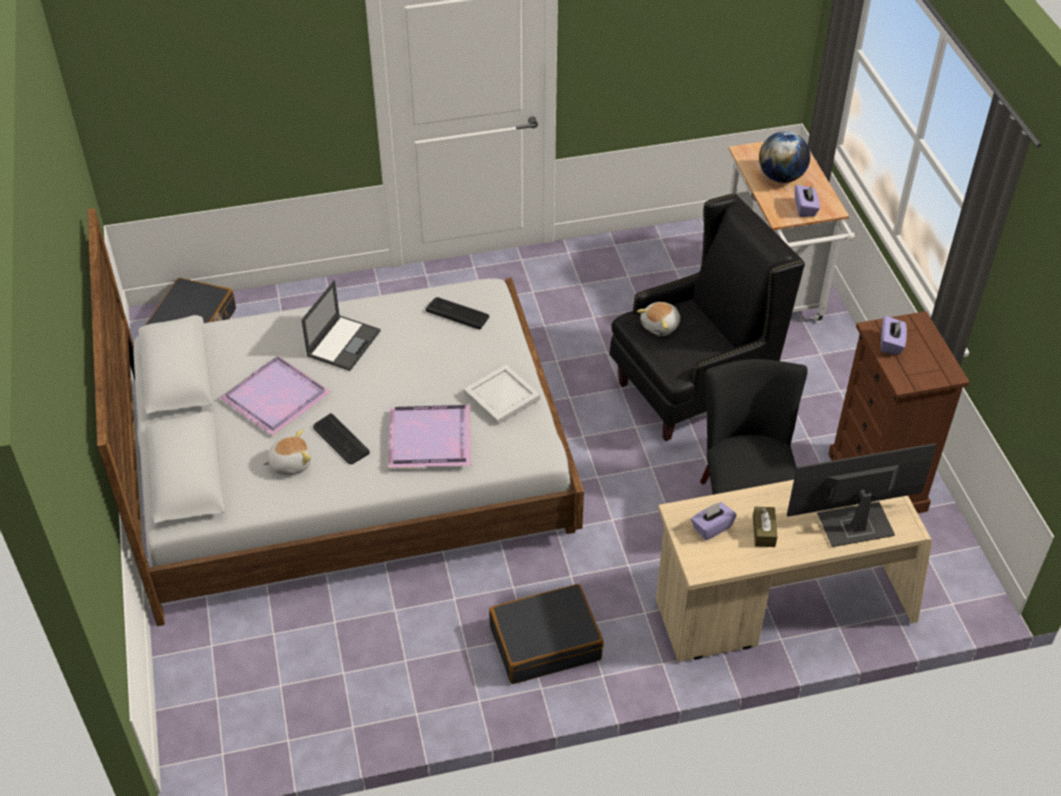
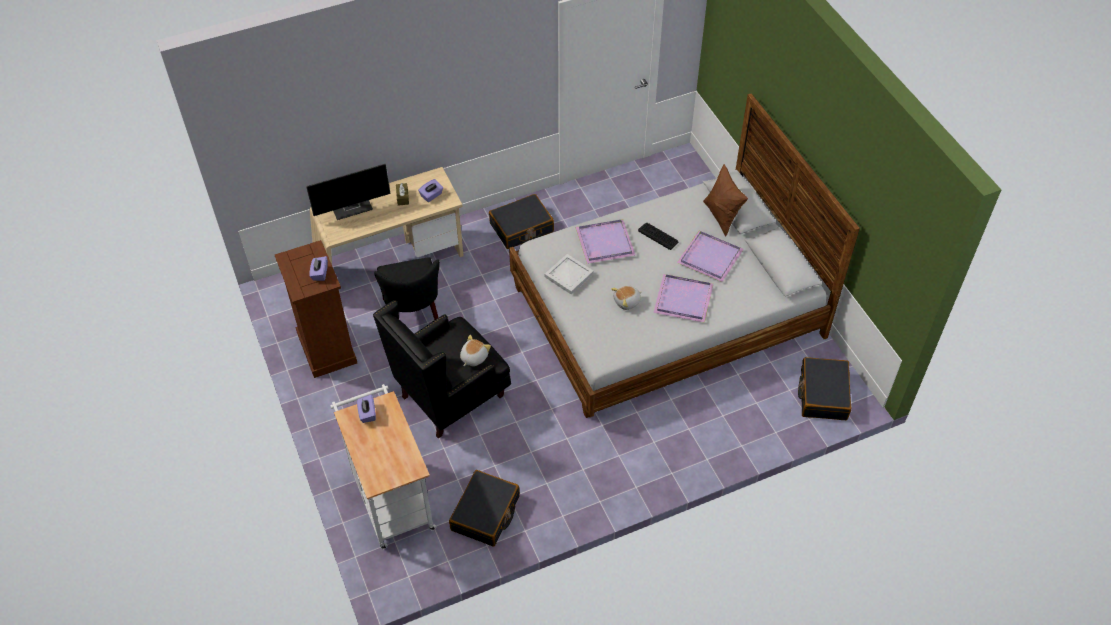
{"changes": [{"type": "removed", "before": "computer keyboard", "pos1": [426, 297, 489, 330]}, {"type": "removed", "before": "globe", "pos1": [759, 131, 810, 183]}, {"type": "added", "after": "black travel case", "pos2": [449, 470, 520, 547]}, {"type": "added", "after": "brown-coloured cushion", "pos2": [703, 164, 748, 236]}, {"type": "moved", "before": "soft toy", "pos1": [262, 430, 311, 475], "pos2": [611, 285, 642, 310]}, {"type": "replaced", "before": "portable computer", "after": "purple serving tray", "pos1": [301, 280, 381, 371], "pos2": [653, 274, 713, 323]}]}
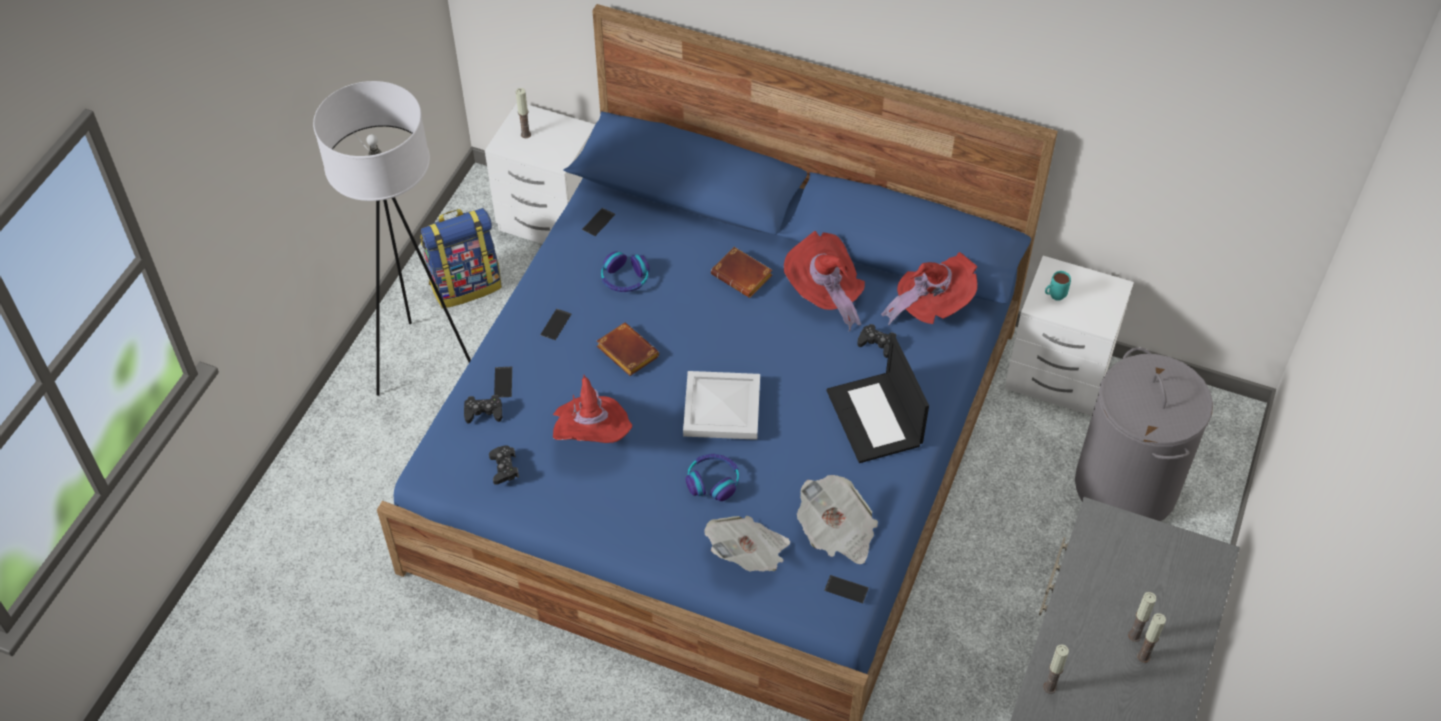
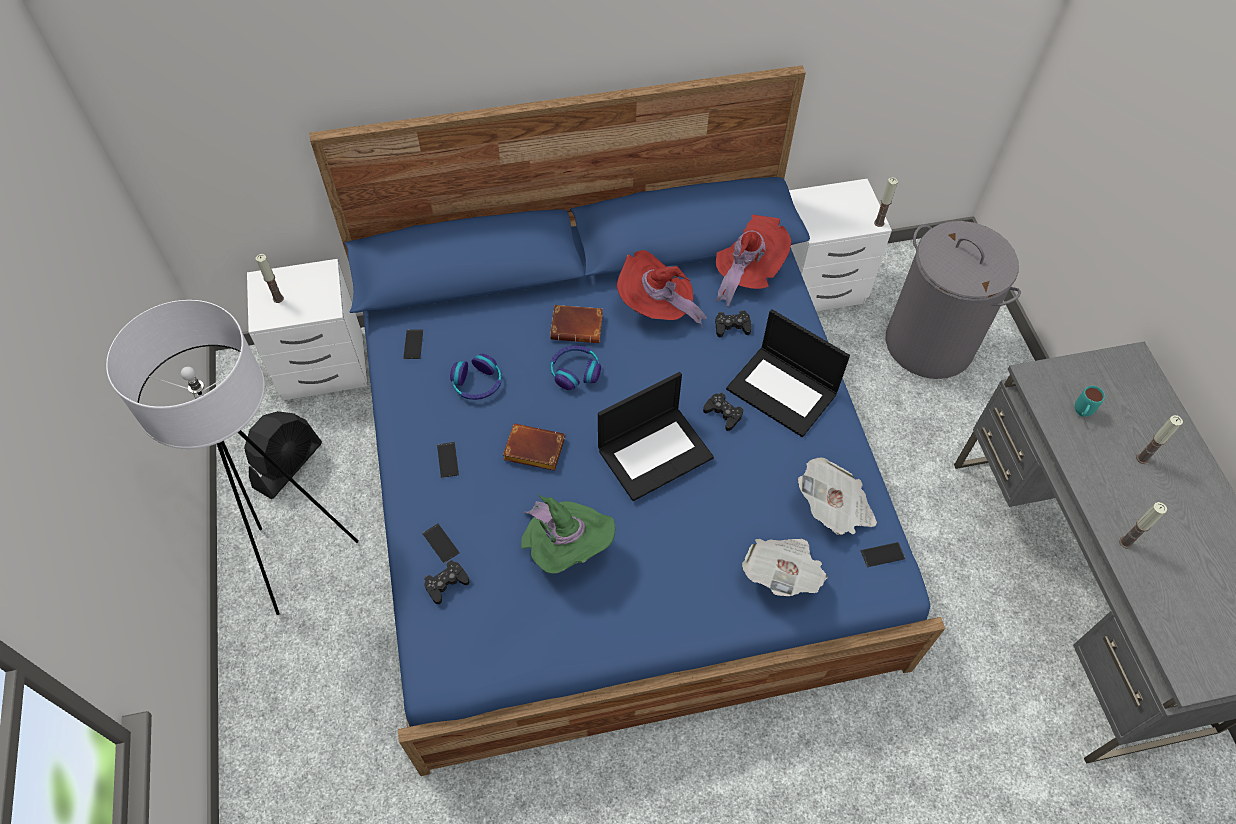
{"changes": [{"type": "moved", "before": "black gamepad", "pos1": [489, 445, 519, 485], "pos2": [703, 393, 743, 431]}, {"type": "moved", "before": "headset", "pos1": [686, 454, 739, 501], "pos2": [551, 346, 601, 390]}, {"type": "moved", "before": "turquoise tea mug", "pos1": [1045, 271, 1071, 301], "pos2": [1075, 386, 1105, 417]}, {"type": "moved", "before": "wax candle", "pos1": [1137, 613, 1166, 663], "pos2": [874, 177, 898, 227]}, {"type": "replaced", "before": "knapsack", "after": "black electric fan", "pos1": [420, 208, 502, 308], "pos2": [244, 411, 322, 499]}, {"type": "replaced", "before": "white-coloured serving tray", "after": "portable computer", "pos1": [683, 371, 760, 440], "pos2": [598, 372, 714, 501]}, {"type": "recoloured", "before": "red-coloured clothing hat", "after": "green-coloured clothing hat", "pos1": [553, 375, 632, 443], "pos2": [521, 495, 615, 574]}]}
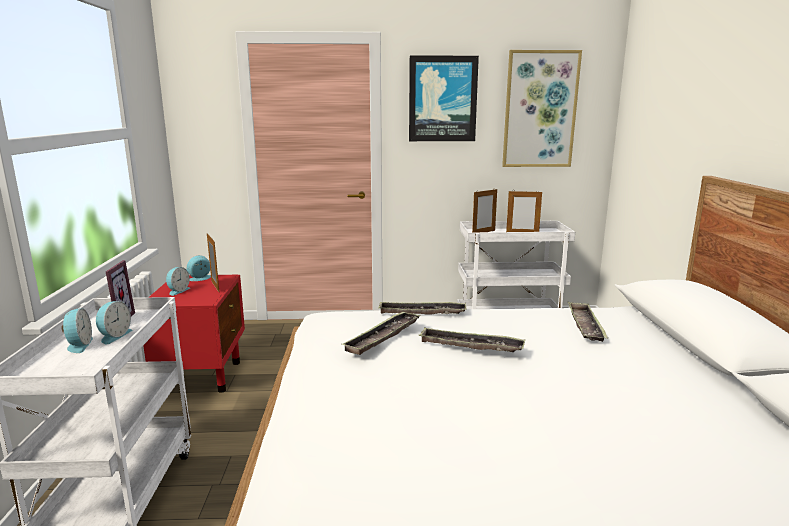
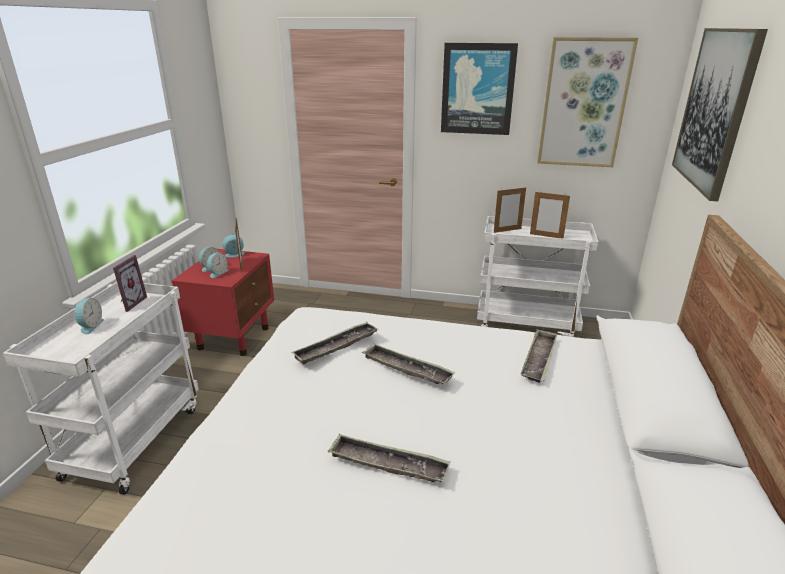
{"changes": [{"type": "added", "after": "wall picture", "pos2": [672, 28, 768, 201]}, {"type": "moved", "before": "bedside clock", "pos1": [96, 301, 133, 344], "pos2": [207, 253, 229, 278]}, {"type": "moved", "before": "serving tray", "pos1": [378, 301, 467, 315], "pos2": [328, 434, 451, 482]}]}
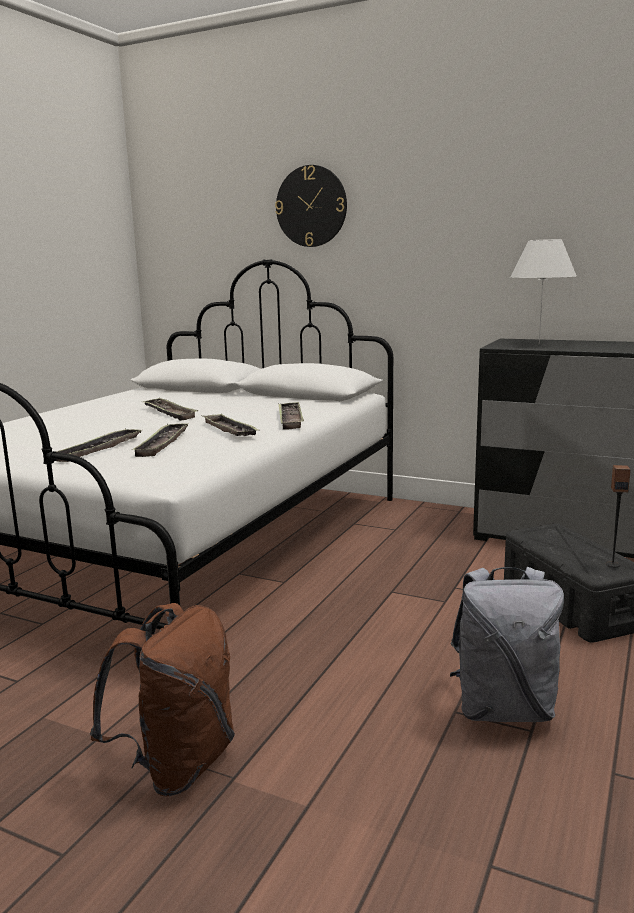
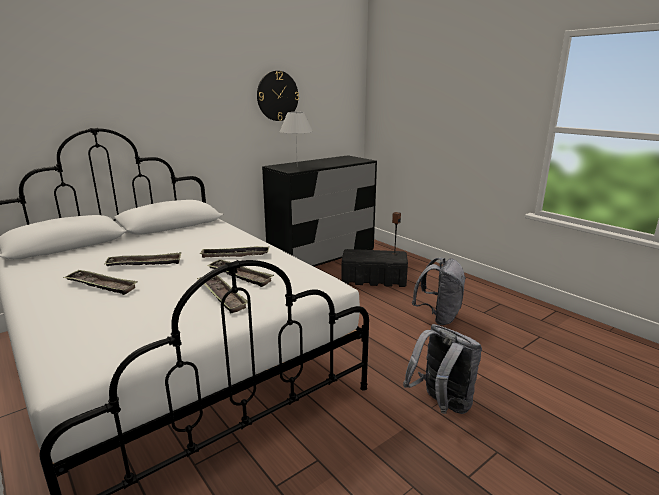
{"changes": [{"type": "moved", "before": "clock on the wall", "pos1": [275, 165, 347, 247], "pos2": [257, 71, 299, 121]}, {"type": "moved", "before": "serving tray", "pos1": [278, 402, 304, 430], "pos2": [63, 269, 138, 295]}, {"type": "recoloured", "before": "brown-coloured knapsack", "after": "greyish knapsack", "pos1": [90, 603, 235, 796], "pos2": [403, 324, 482, 414]}]}
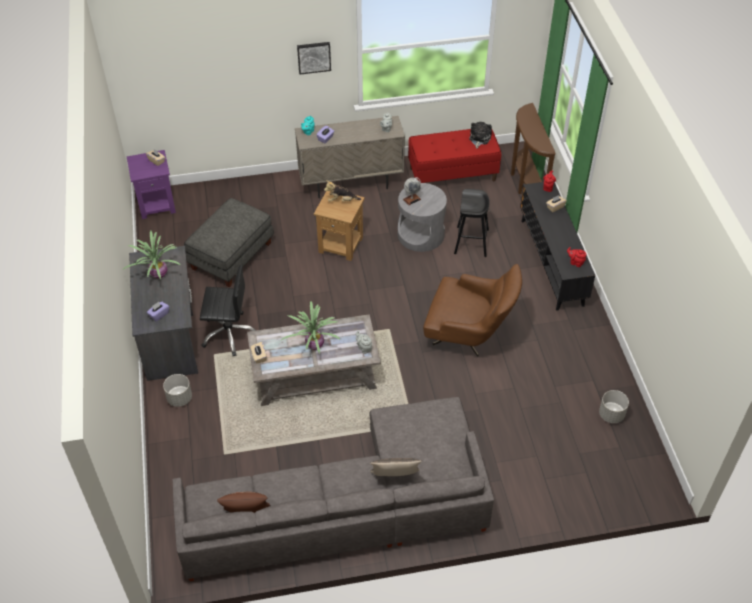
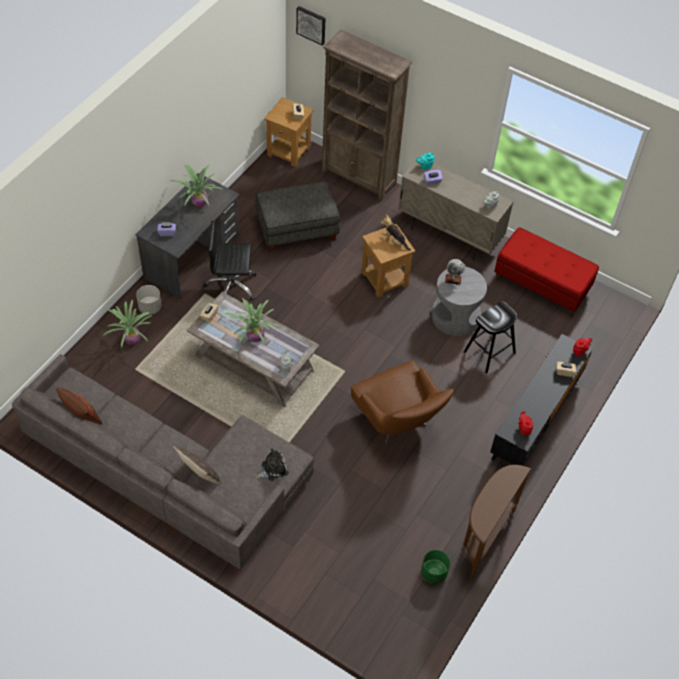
{"changes": [{"type": "added", "after": "plant in a pot", "pos2": [103, 300, 153, 348]}, {"type": "added", "after": "brown-coloured bookcase", "pos2": [321, 29, 412, 201]}, {"type": "moved", "before": "wall picture", "pos1": [297, 42, 331, 74], "pos2": [296, 6, 326, 46]}, {"type": "moved", "before": "soft toy", "pos1": [469, 122, 492, 149], "pos2": [256, 448, 289, 481]}, {"type": "moved", "before": "brown-coloured hall table", "pos1": [511, 103, 555, 194], "pos2": [463, 465, 531, 580]}, {"type": "recoloured", "before": "purple side table", "after": "brown-coloured side table", "pos1": [127, 150, 176, 219], "pos2": [264, 97, 314, 167]}, {"type": "recoloured", "before": "greyish flower pot", "after": "green-coloured flower pot", "pos1": [599, 390, 629, 423], "pos2": [421, 550, 450, 584]}, {"type": "turned", "before": "black computer chair", "pos1": [200, 265, 256, 357], "pos2": [203, 221, 257, 301], "turn": 135}]}
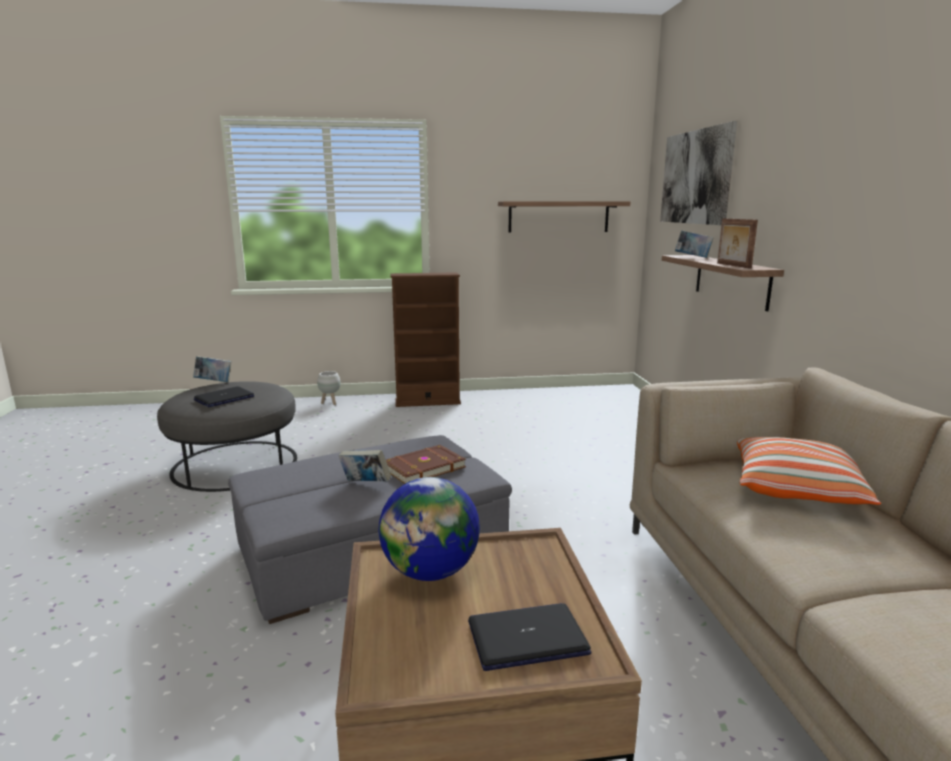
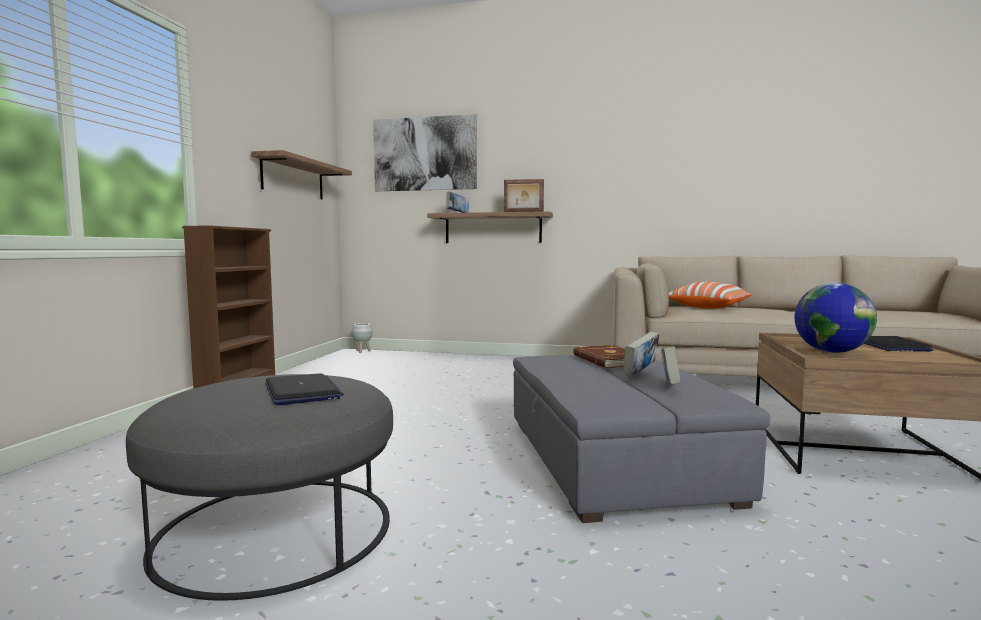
{"changes": [{"type": "moved", "before": "volume", "pos1": [193, 356, 232, 382], "pos2": [661, 346, 681, 385]}, {"type": "moved", "before": "white-coloured flower pot", "pos1": [317, 371, 341, 405], "pos2": [352, 323, 373, 353]}]}
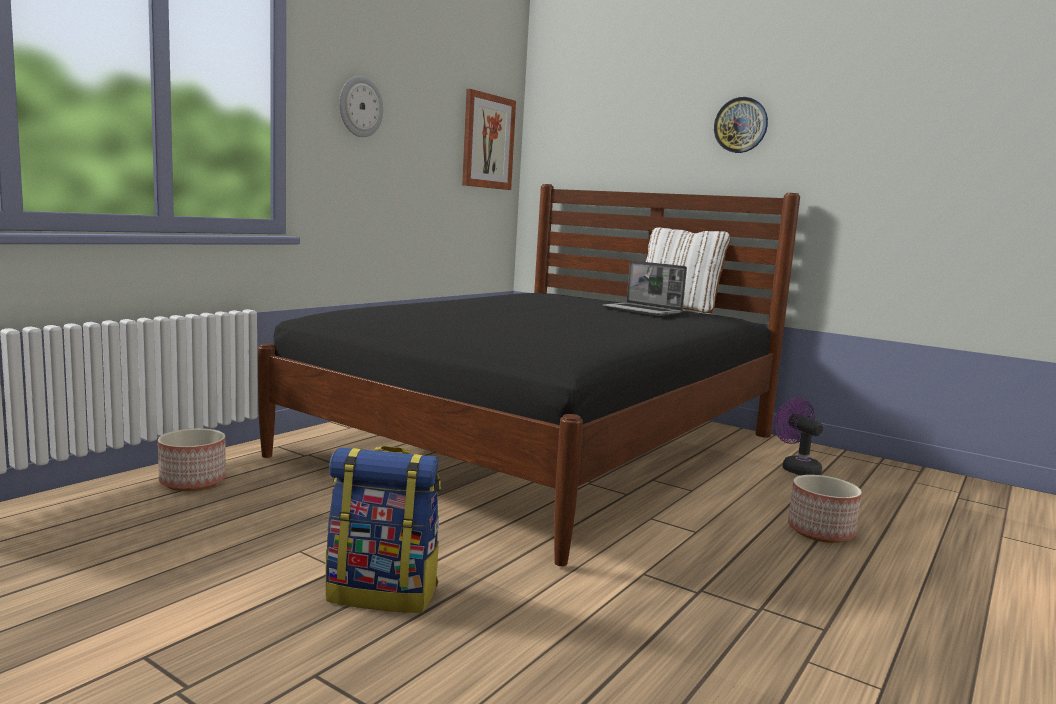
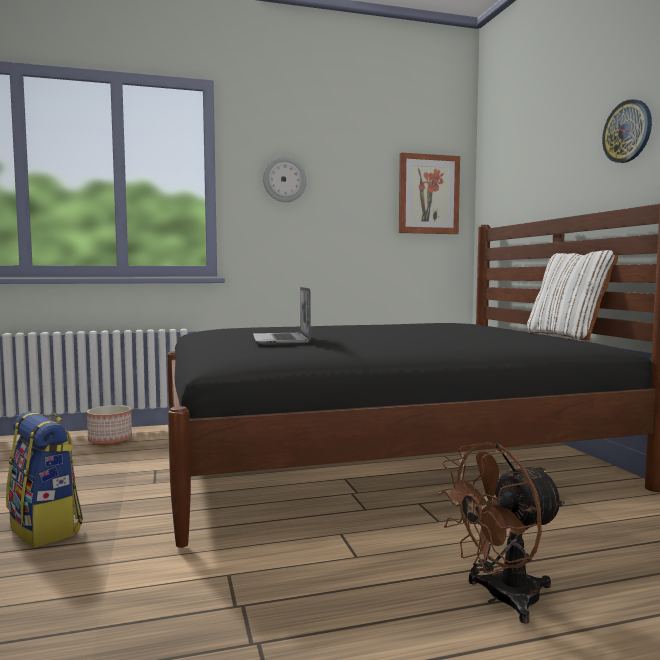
{"changes": [{"type": "removed", "before": "purple electric fan", "pos1": [774, 398, 823, 475]}, {"type": "moved", "before": "portable computer", "pos1": [602, 261, 687, 316], "pos2": [253, 287, 311, 345]}, {"type": "replaced", "before": "flower pot", "after": "brown-coloured electric fan", "pos1": [788, 475, 862, 543], "pos2": [437, 442, 565, 624]}]}
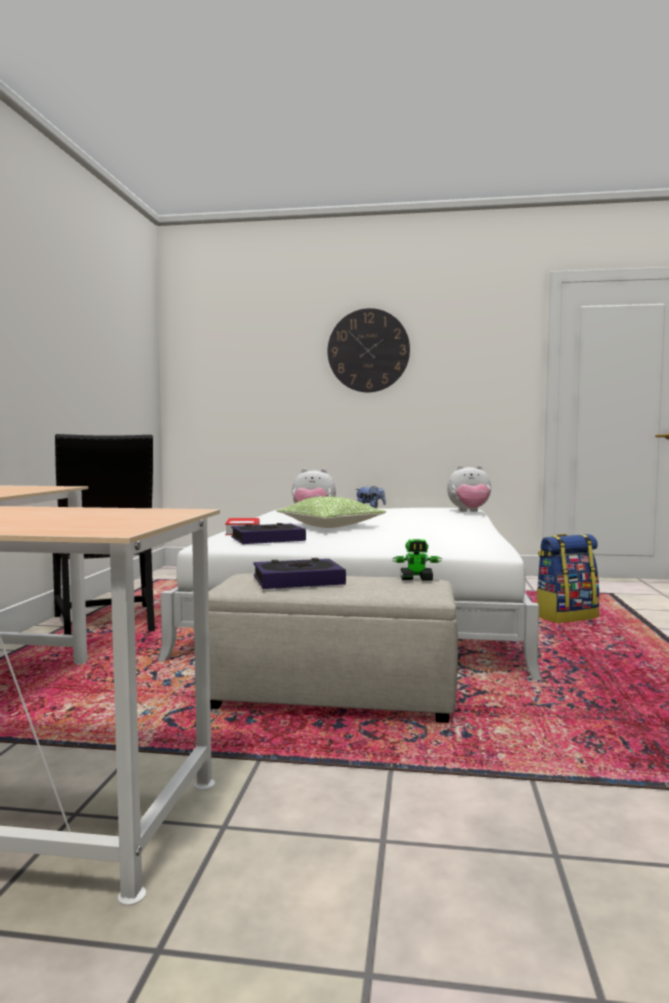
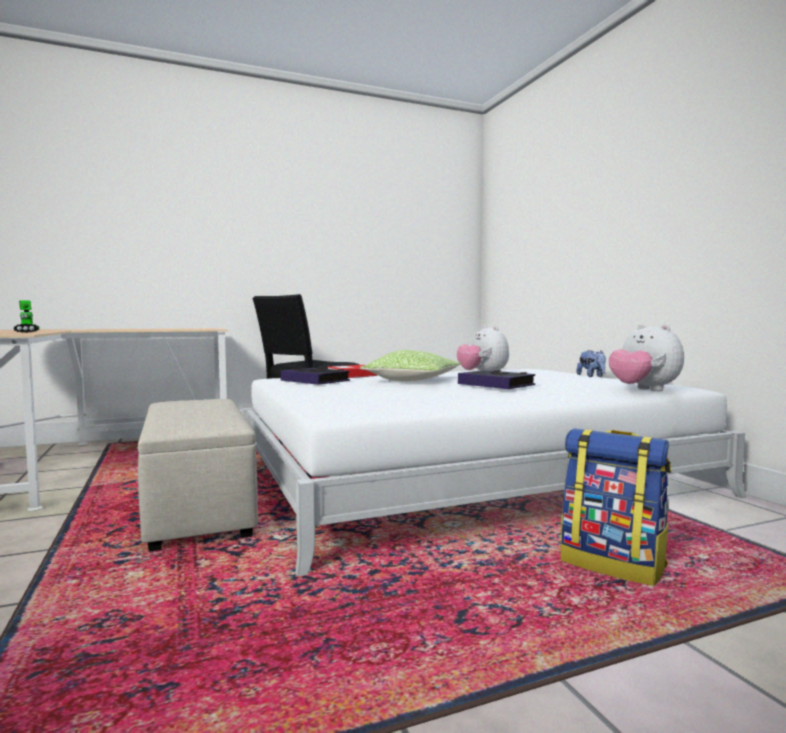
{"changes": [{"type": "removed", "before": "clock on the wall", "pos1": [328, 308, 410, 392]}, {"type": "moved", "before": "volume", "pos1": [253, 558, 346, 589], "pos2": [458, 370, 535, 389]}, {"type": "moved", "before": "model robot", "pos1": [392, 539, 442, 581], "pos2": [13, 300, 39, 333]}]}
